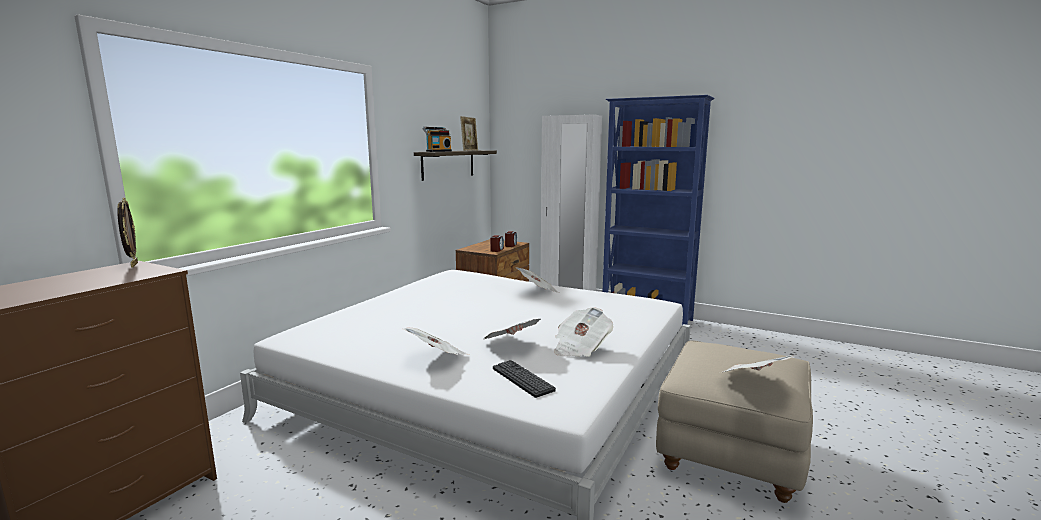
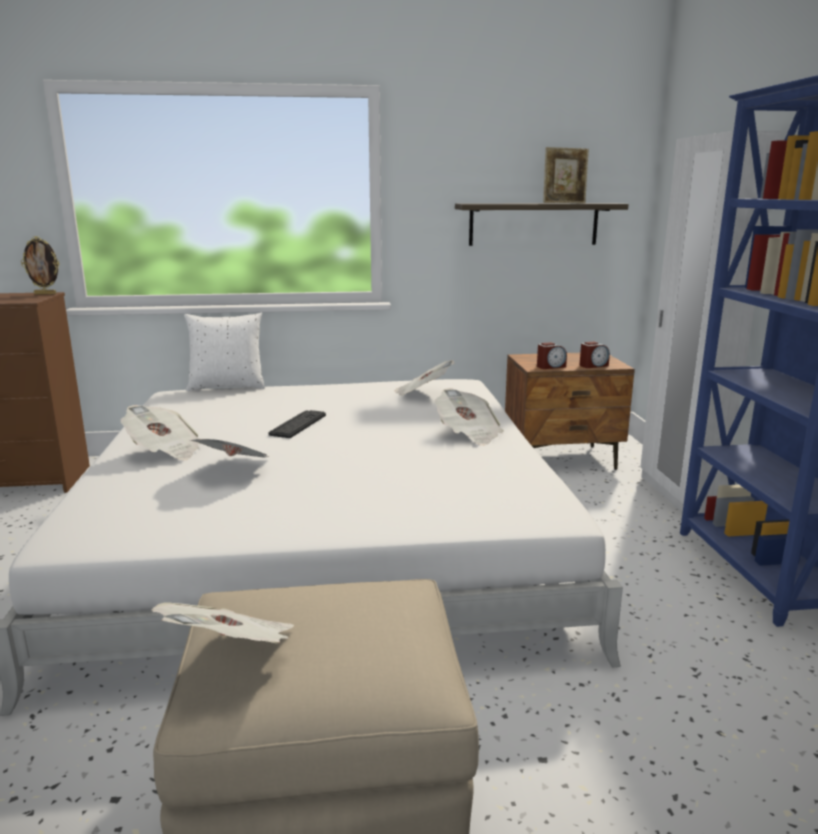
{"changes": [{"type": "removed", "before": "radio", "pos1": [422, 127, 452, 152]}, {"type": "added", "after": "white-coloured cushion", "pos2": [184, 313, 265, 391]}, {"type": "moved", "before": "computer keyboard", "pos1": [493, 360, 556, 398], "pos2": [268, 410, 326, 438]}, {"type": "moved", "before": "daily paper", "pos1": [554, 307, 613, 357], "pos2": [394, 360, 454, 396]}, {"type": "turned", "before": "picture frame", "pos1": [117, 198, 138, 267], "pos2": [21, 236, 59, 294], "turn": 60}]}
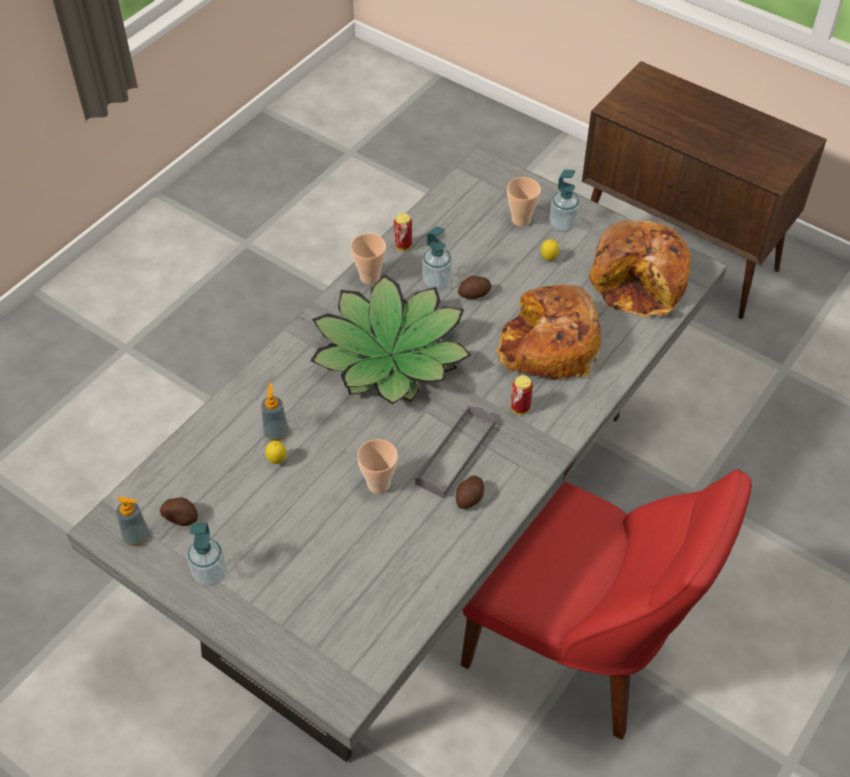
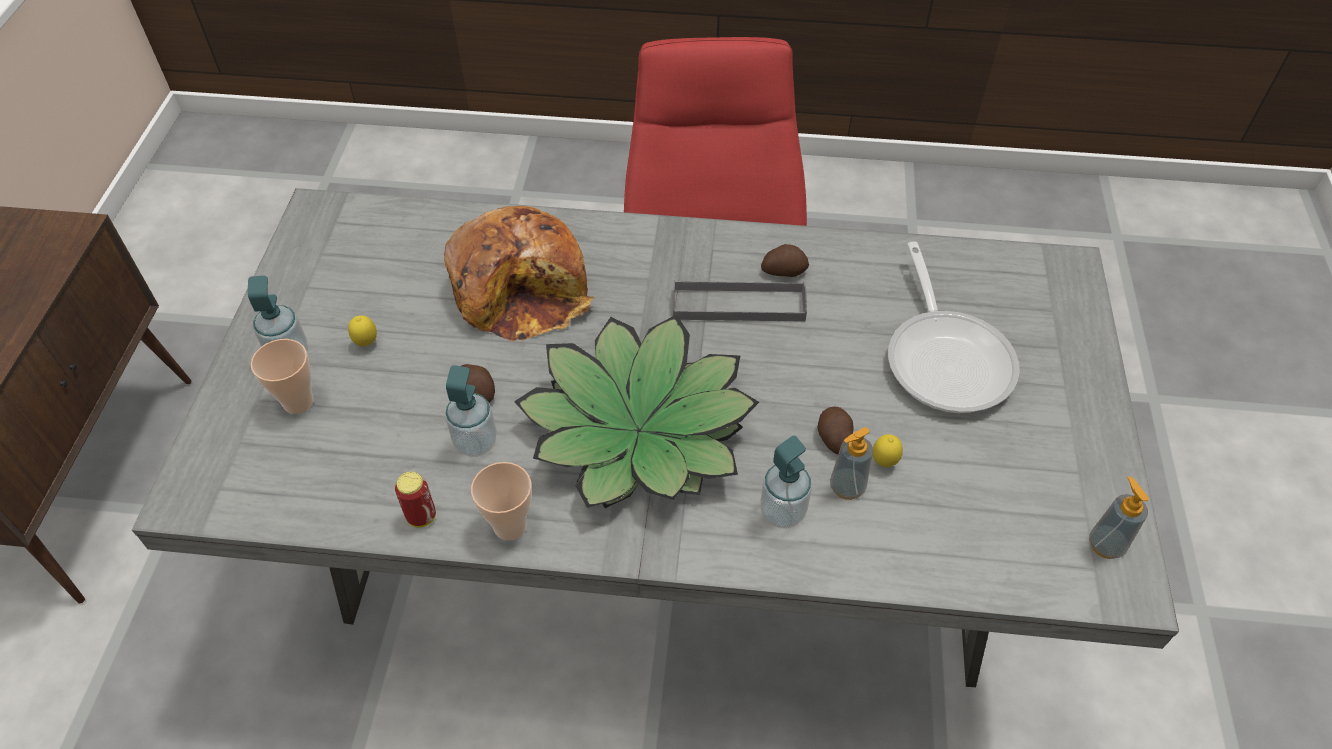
{"changes": [{"type": "removed", "before": "cup", "pos1": [357, 439, 398, 494]}, {"type": "removed", "before": "sealed can", "pos1": [511, 375, 533, 415]}, {"type": "removed", "before": "bread", "pos1": [589, 220, 691, 318]}, {"type": "added", "after": "pan", "pos2": [888, 241, 1020, 413]}, {"type": "moved", "before": "whole potato", "pos1": [160, 498, 198, 526], "pos2": [818, 407, 854, 455]}, {"type": "moved", "before": "soap dispenser", "pos1": [187, 523, 227, 587], "pos2": [760, 436, 812, 528]}]}
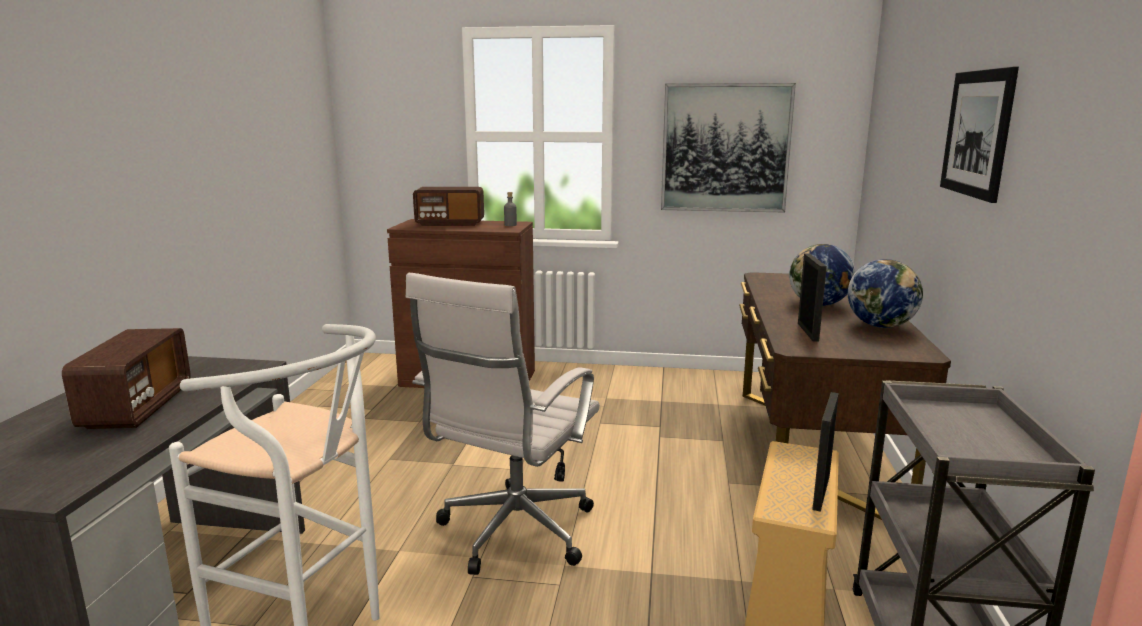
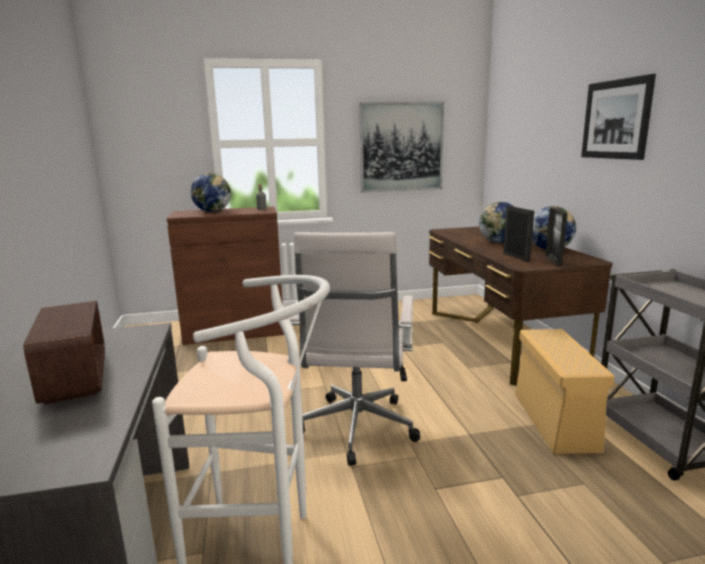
{"changes": [{"type": "moved", "before": "picture frame", "pos1": [812, 392, 839, 512], "pos2": [545, 207, 567, 266]}, {"type": "replaced", "before": "radio", "after": "globe", "pos1": [413, 187, 484, 226], "pos2": [190, 173, 231, 212]}]}
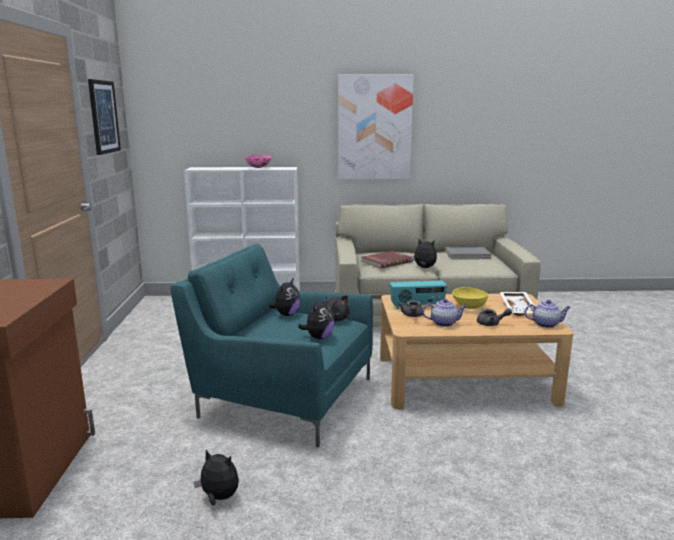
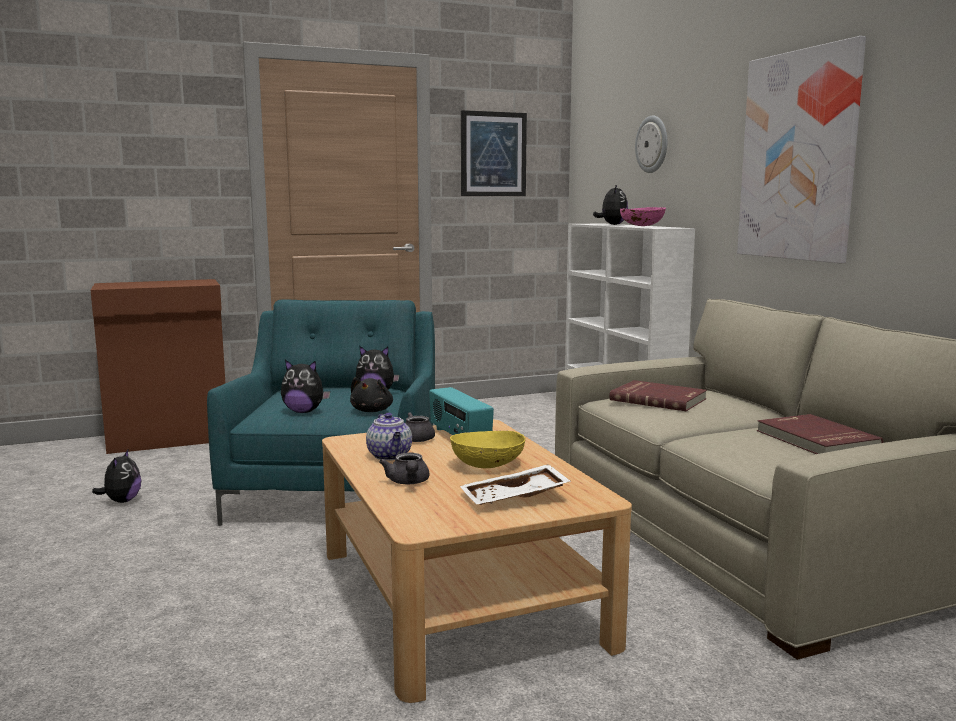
{"changes": [{"type": "removed", "before": "teapot", "pos1": [524, 300, 571, 328]}, {"type": "added", "after": "clock on the wall", "pos2": [635, 115, 668, 173]}, {"type": "moved", "before": "soft toy", "pos1": [410, 239, 437, 268], "pos2": [593, 186, 628, 225]}, {"type": "recoloured", "before": "greyish volume", "after": "red-coloured volume", "pos1": [445, 247, 492, 259], "pos2": [757, 414, 883, 454]}]}
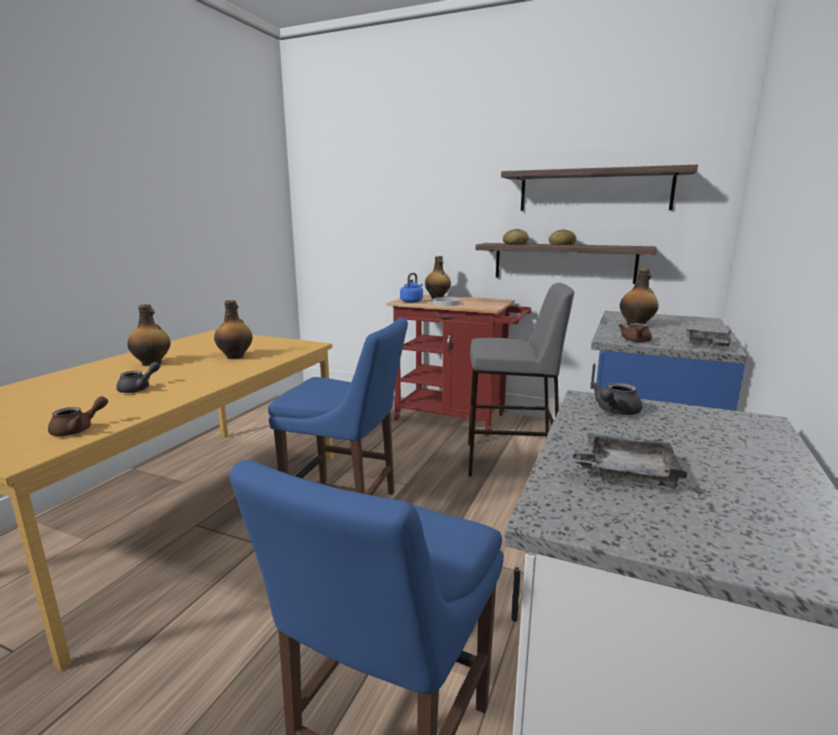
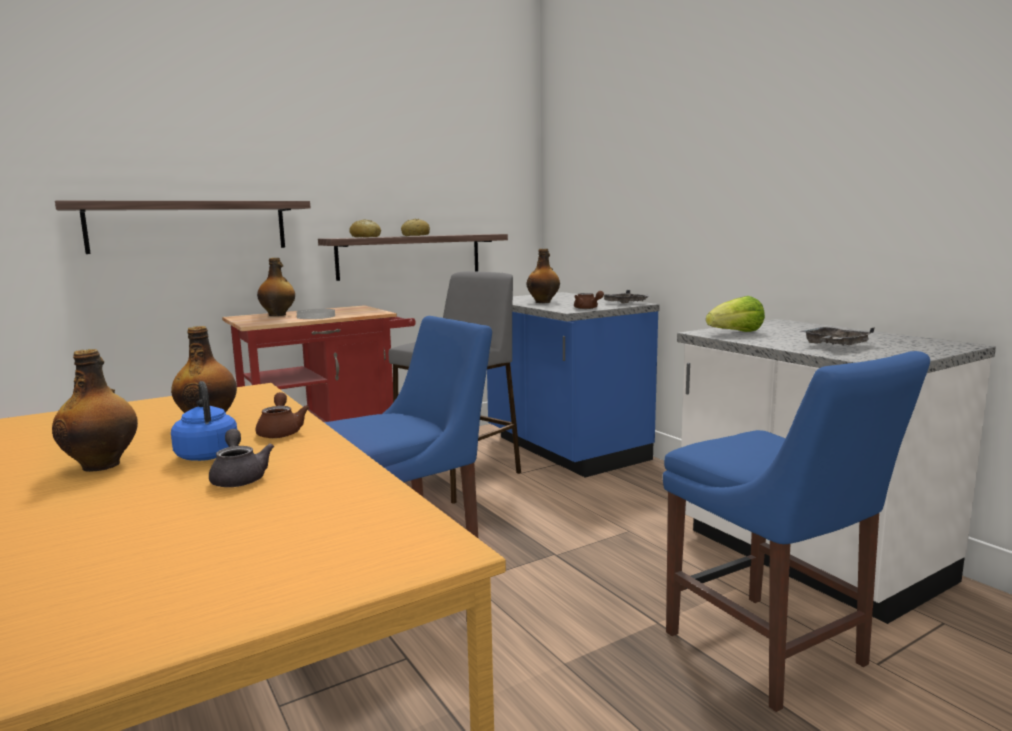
{"changes": [{"type": "moved", "before": "brown-coloured teapot", "pos1": [48, 396, 108, 436], "pos2": [256, 392, 309, 438]}, {"type": "moved", "before": "blue-coloured kettle", "pos1": [400, 273, 423, 303], "pos2": [171, 381, 237, 461]}, {"type": "moved", "before": "shelf", "pos1": [501, 165, 698, 211], "pos2": [55, 201, 310, 254]}, {"type": "replaced", "before": "greyish teapot", "after": "lettuce head", "pos1": [590, 382, 642, 415], "pos2": [706, 296, 765, 332]}]}
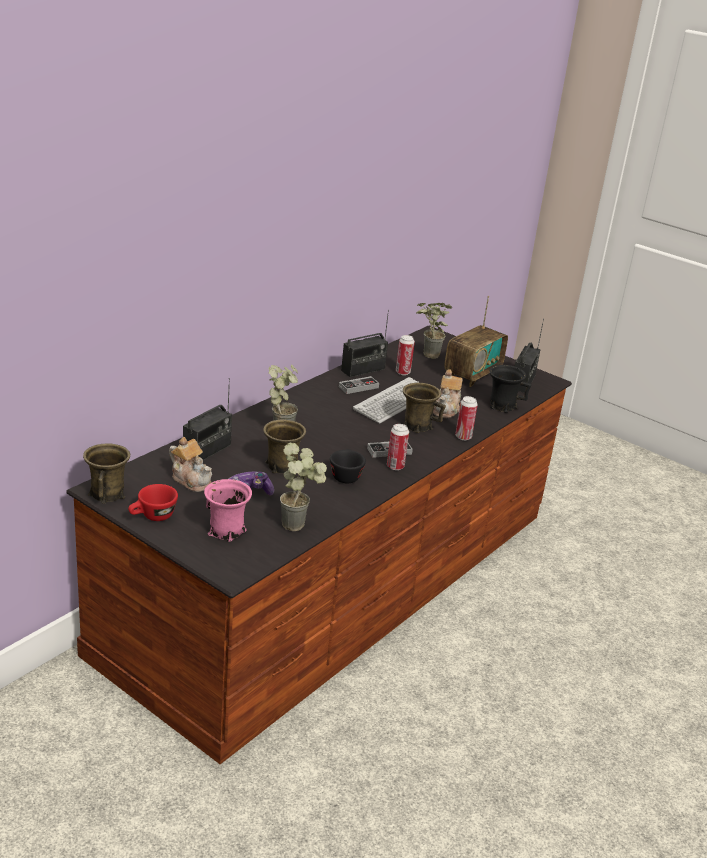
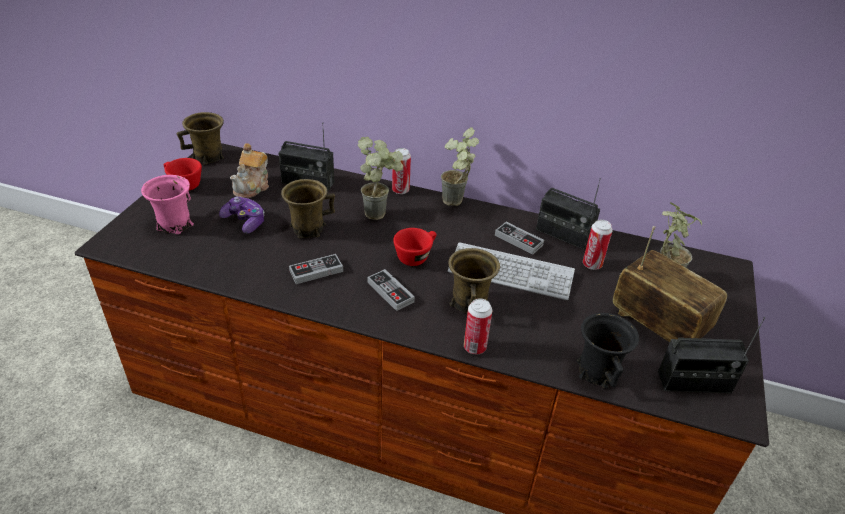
{"changes": [{"type": "removed", "before": "teapot", "pos1": [433, 369, 463, 418]}, {"type": "added", "after": "red-coloured cup", "pos2": [393, 228, 436, 266]}, {"type": "moved", "before": "plant in a pot", "pos1": [280, 443, 327, 531], "pos2": [441, 127, 479, 206]}, {"type": "moved", "before": "sealed can", "pos1": [387, 424, 409, 470], "pos2": [392, 148, 411, 194]}, {"type": "replaced", "before": "black cup", "after": "gamepad", "pos1": [330, 449, 366, 483], "pos2": [289, 254, 343, 284]}, {"type": "turned", "before": "radio", "pos1": [445, 296, 508, 387], "pos2": [613, 226, 727, 342], "turn": -150}]}
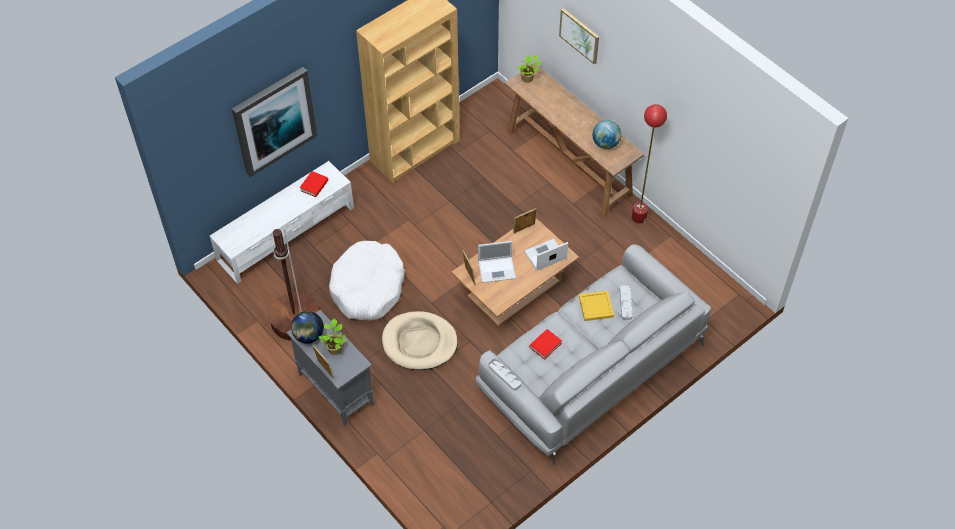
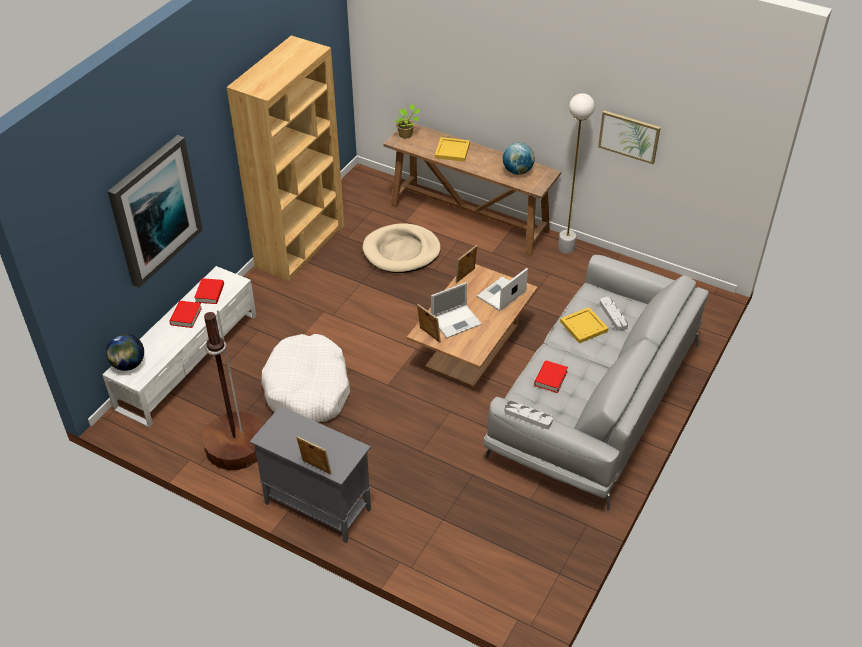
{"changes": [{"type": "removed", "before": "plant in a pot", "pos1": [319, 318, 346, 355]}, {"type": "added", "after": "red-coloured volume", "pos2": [169, 301, 202, 328]}, {"type": "added", "after": "yellow-coloured serving tray", "pos2": [435, 137, 470, 162]}, {"type": "moved", "before": "globe", "pos1": [291, 311, 324, 343], "pos2": [106, 334, 144, 371]}, {"type": "moved", "before": "beige-coloured dog bed", "pos1": [382, 311, 458, 370], "pos2": [362, 224, 441, 273]}, {"type": "moved", "before": "wall picture", "pos1": [559, 8, 599, 64], "pos2": [598, 110, 661, 164]}, {"type": "recoloured", "before": "red-coloured standard lamp", "after": "white-coloured standard lamp", "pos1": [632, 104, 667, 224], "pos2": [558, 93, 595, 254]}]}
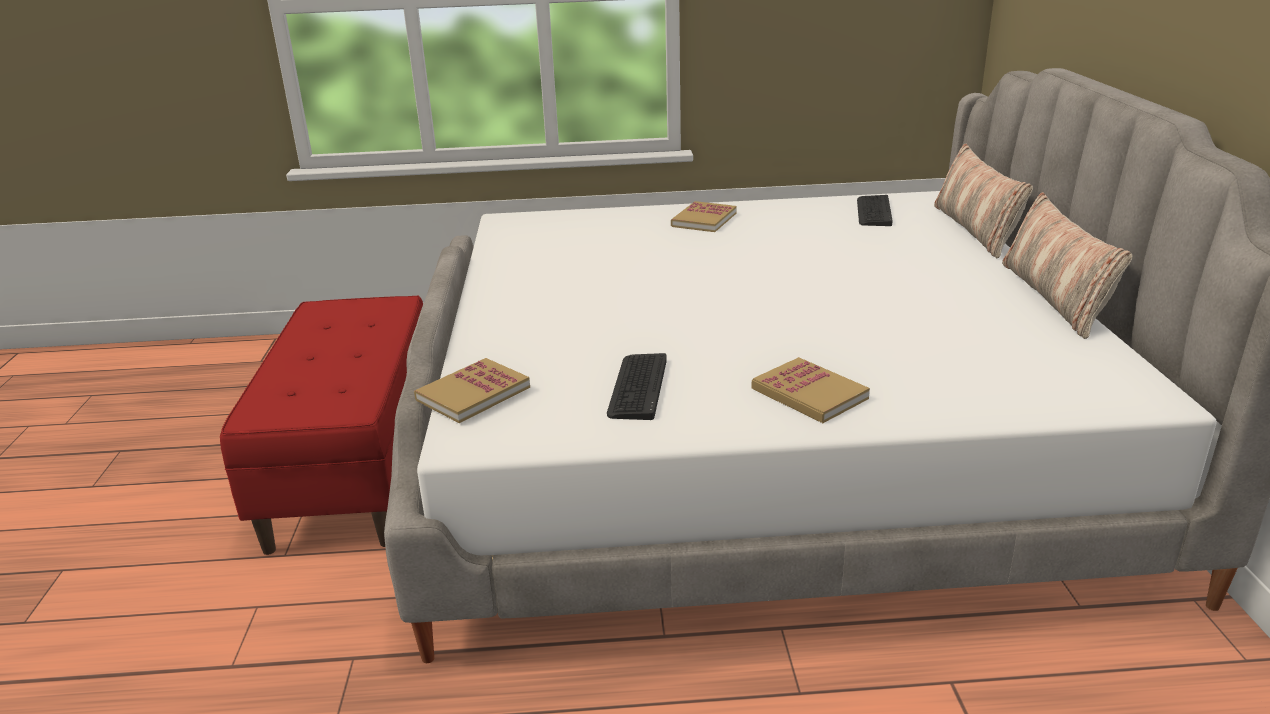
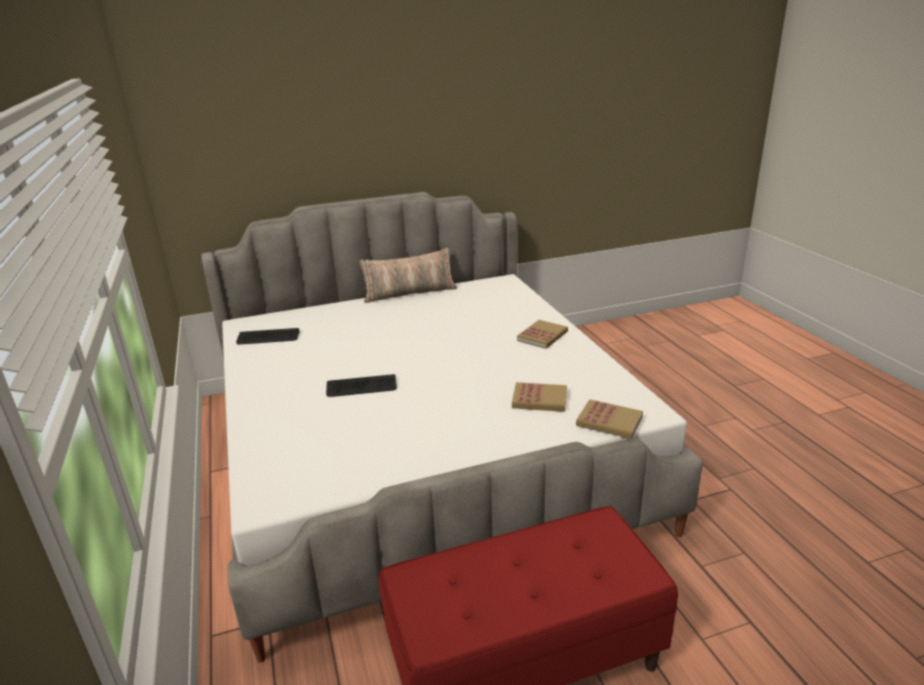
{"changes": [{"type": "removed", "before": "cushion", "pos1": [934, 143, 1033, 258]}, {"type": "moved", "before": "computer keyboard", "pos1": [607, 353, 667, 420], "pos2": [326, 374, 397, 397]}, {"type": "moved", "before": "volume", "pos1": [671, 201, 737, 232], "pos2": [512, 382, 567, 412]}]}
